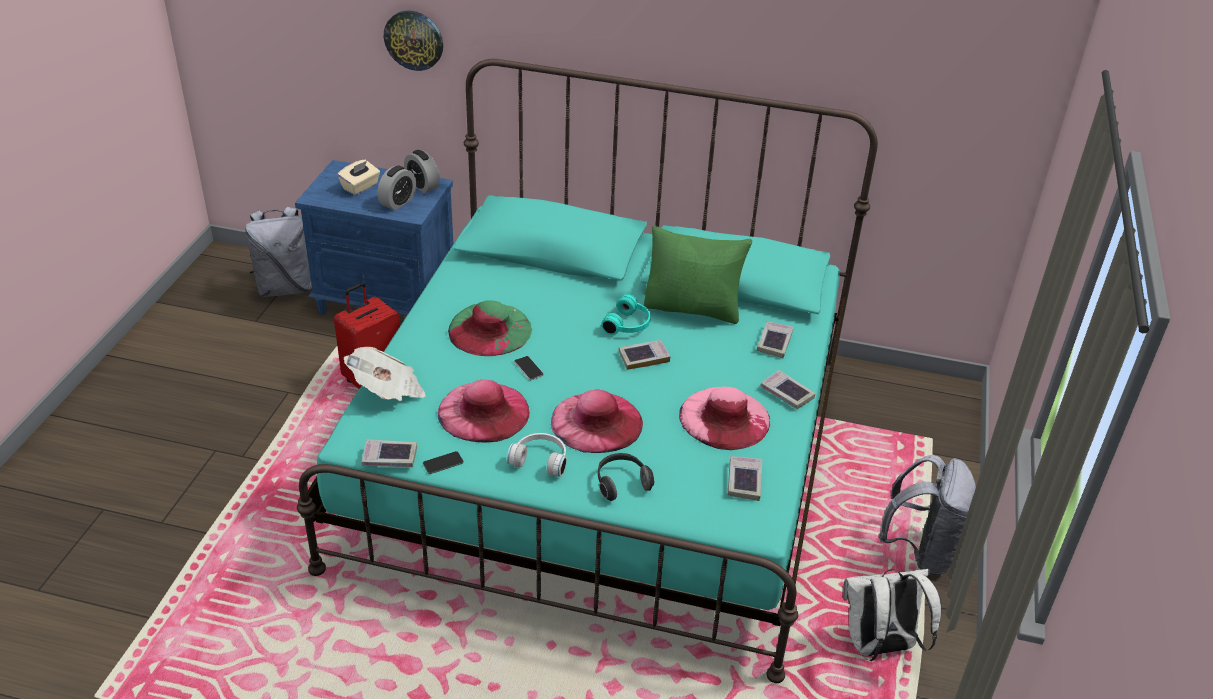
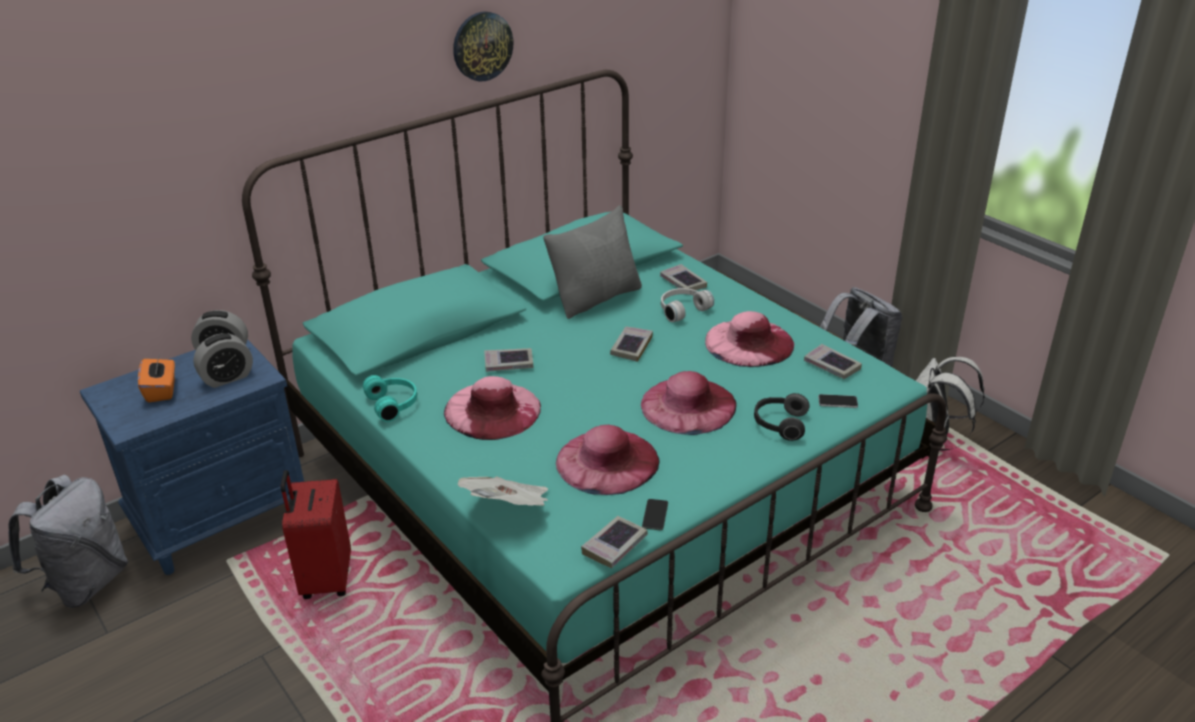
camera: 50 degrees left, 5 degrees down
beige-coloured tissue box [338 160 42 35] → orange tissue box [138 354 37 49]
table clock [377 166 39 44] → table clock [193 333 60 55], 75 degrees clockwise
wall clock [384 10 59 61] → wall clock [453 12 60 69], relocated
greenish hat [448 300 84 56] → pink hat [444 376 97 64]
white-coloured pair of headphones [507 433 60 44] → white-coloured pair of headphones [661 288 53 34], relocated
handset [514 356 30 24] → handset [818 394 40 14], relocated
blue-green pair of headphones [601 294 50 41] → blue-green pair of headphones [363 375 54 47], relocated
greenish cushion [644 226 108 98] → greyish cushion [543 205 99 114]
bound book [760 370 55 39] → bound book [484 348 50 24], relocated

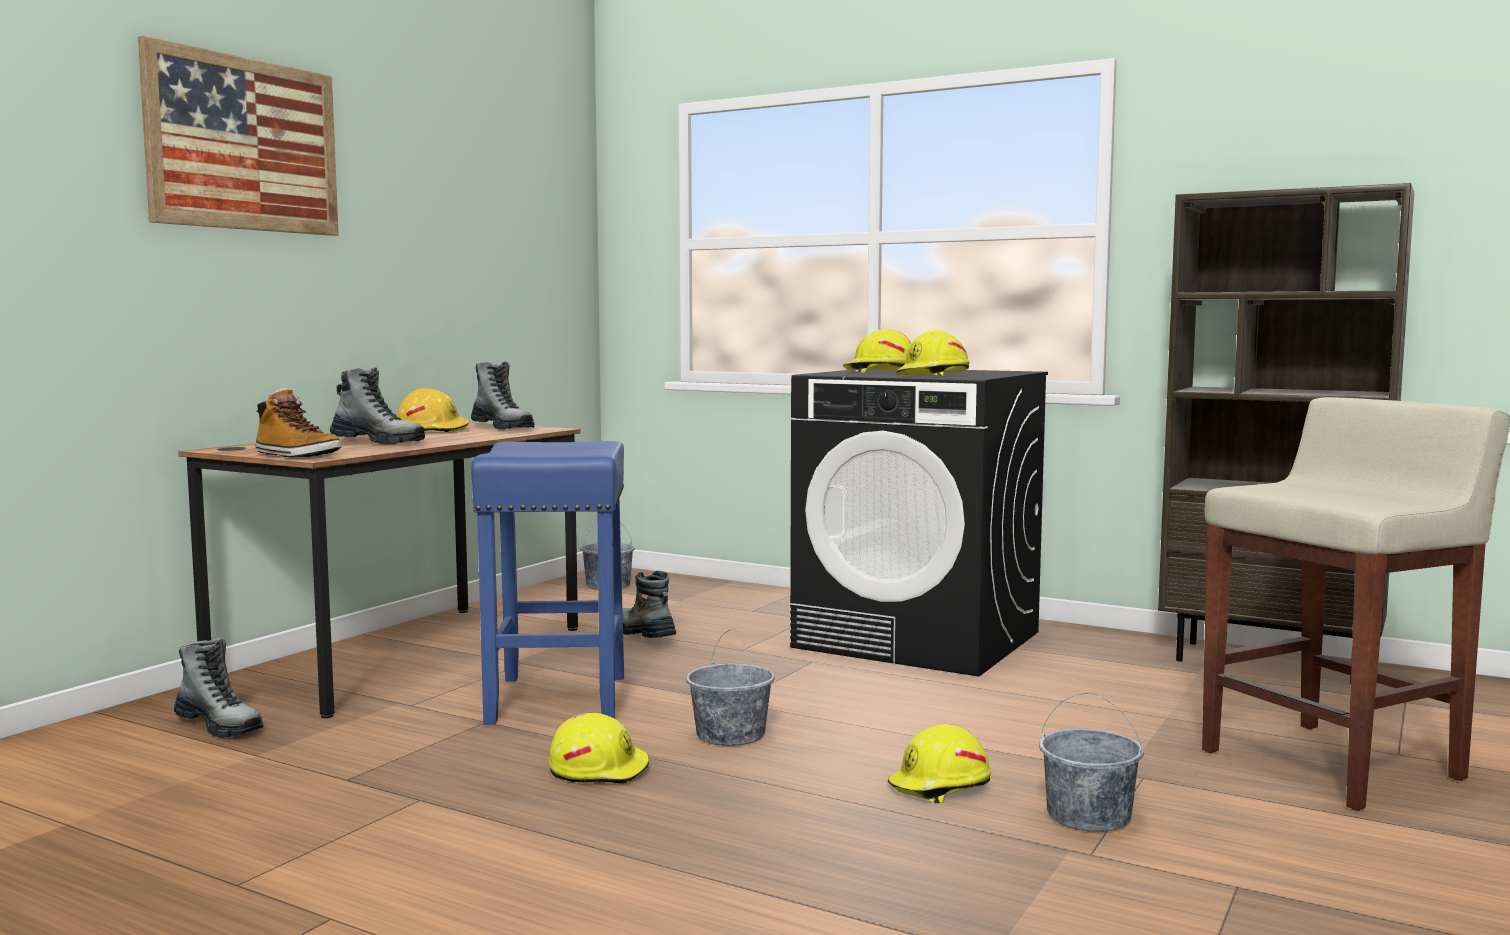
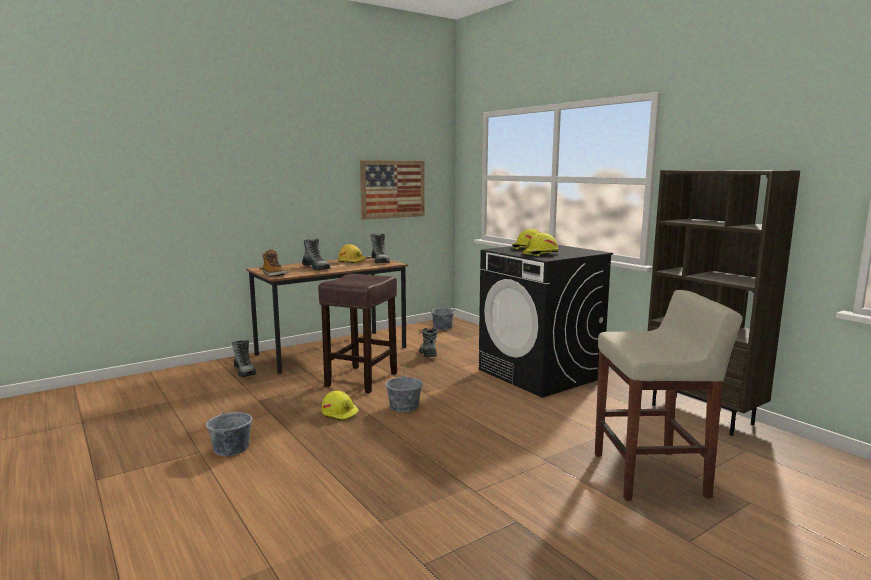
camera: 25 degrees right, 5 degrees up
wall art [138 36 201 200] → wall art [360 160 65 60], relocated
bluish stool seat [471 441 153 283] → brown stool seat [318 273 79 120]
yellow-coloured safety helmet [888 724 103 80] → -
greyish pail [1039 693 105 139] → greyish pail [206 399 46 57], relocated

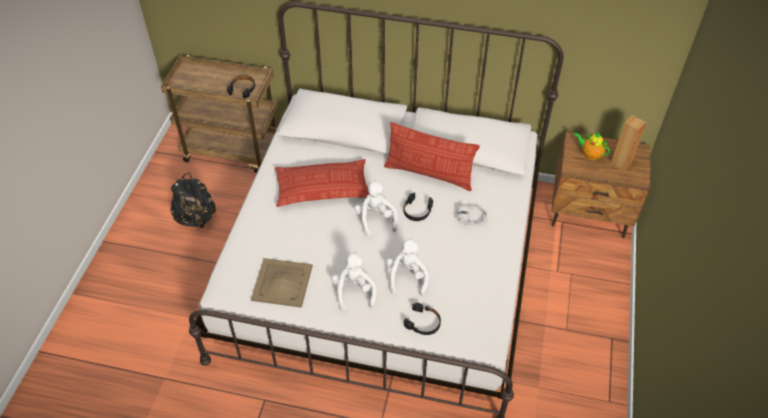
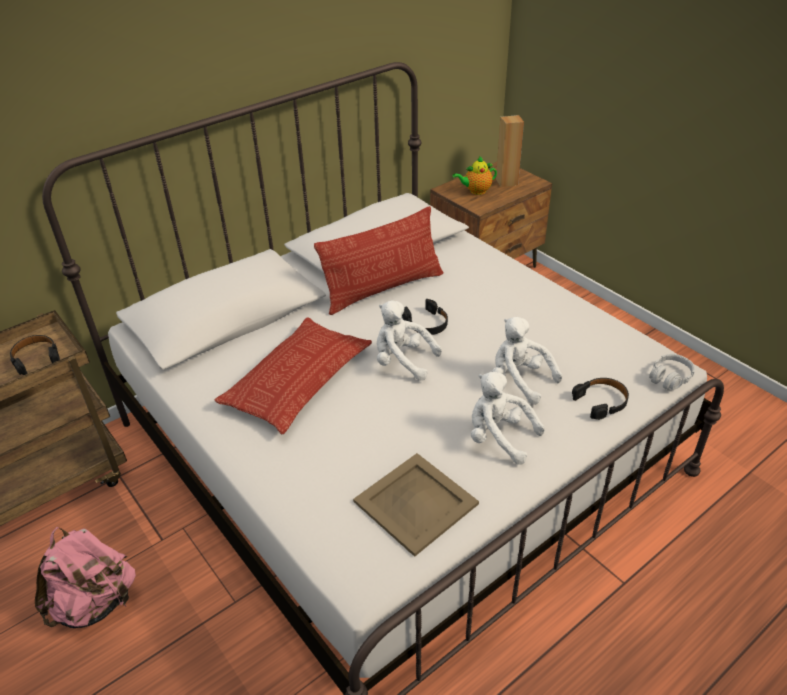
camera: 50 degrees left, 10 degrees down
blackish knapsack [170 173 46 56] → pink knapsack [35 527 101 101]
greyish pair of headphones [457 206 31 20] → greyish pair of headphones [649 354 46 37], relocated

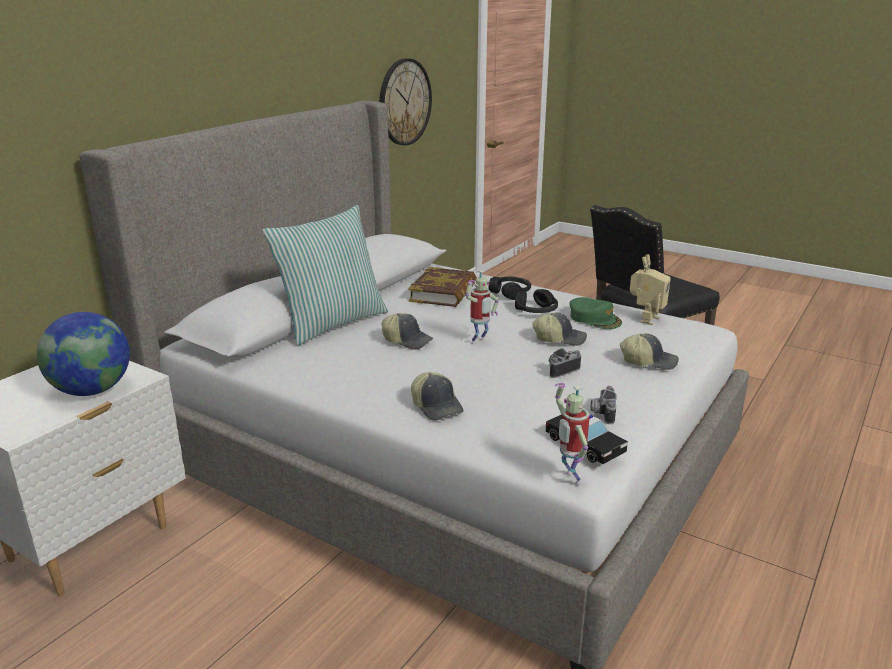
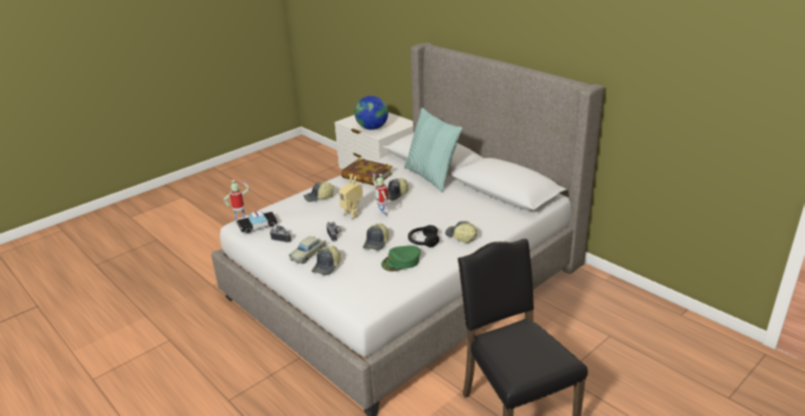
camera: 105 degrees right, 5 degrees up
wall clock [379 58 53 87] → -
bound book [408 267 69 40] → bound book [341 158 52 28], relocated
blackish pair of headphones [489 277 42 23] → baseball cap [445 221 32 22]
robot figure [630 254 41 71] → robot figure [339 174 24 45], relocated
- → beige-coloured model car [289 236 37 28]

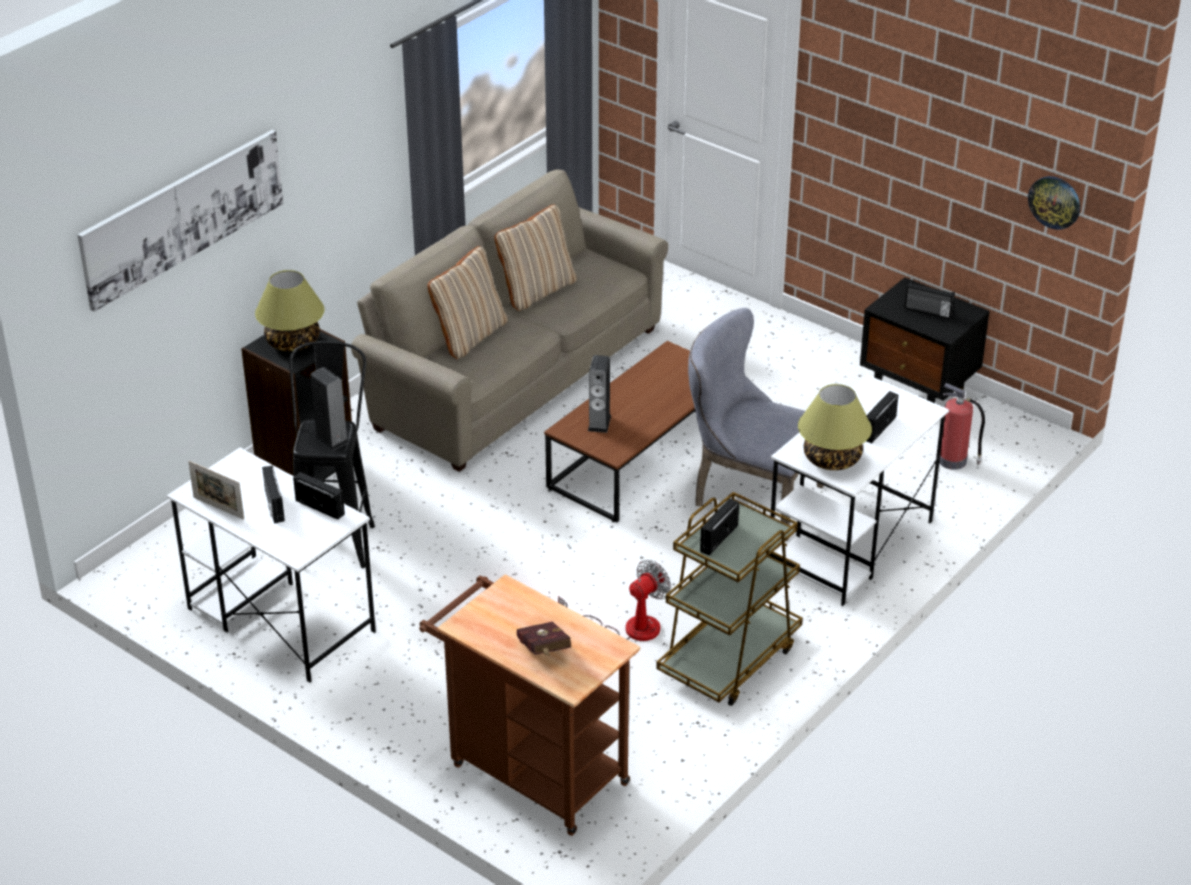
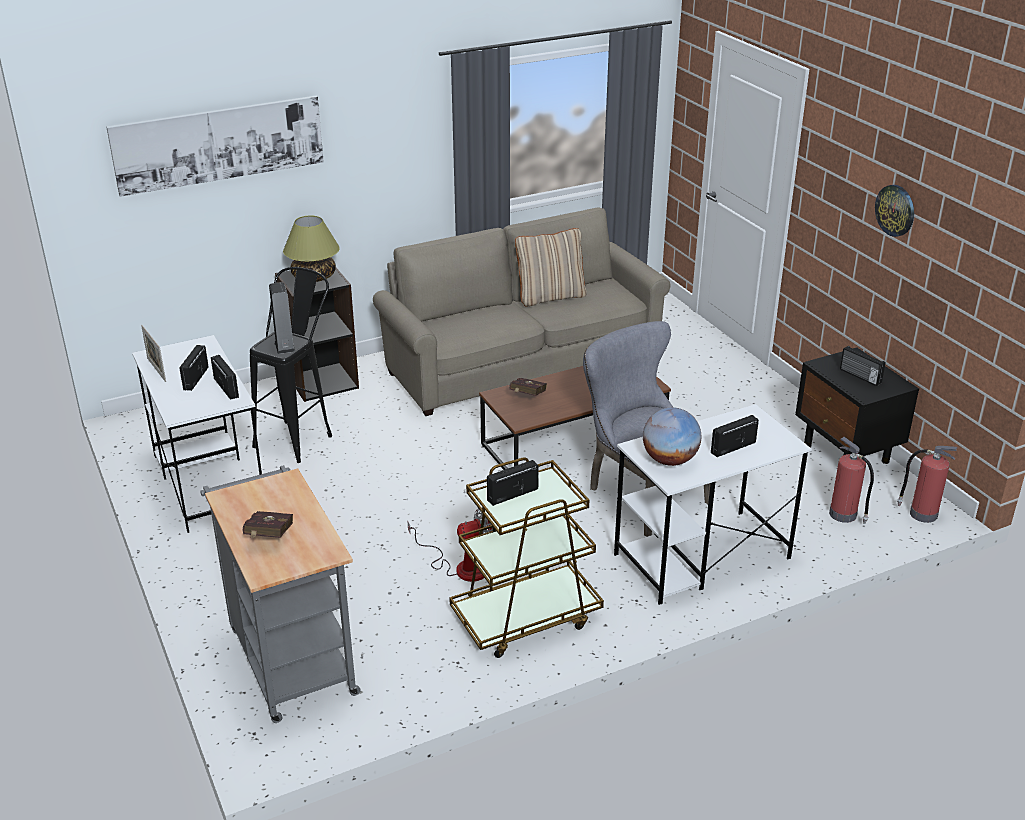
camera: 25 degrees right, 5 degrees down
brown cart [419 575 221 261] → greyish cart [200 465 161 258]
beige-coloured cushion [428 246 80 113] → -
audio speaker [588 355 23 78] → red-coloured bound book [509 378 38 18]
tabletop lamp [798 384 74 86] → desk globe [643 407 58 59]
wall clock [1028 176 52 54] → wall clock [875 185 39 52], relocated
- → fire extinguisher [897 446 60 77]

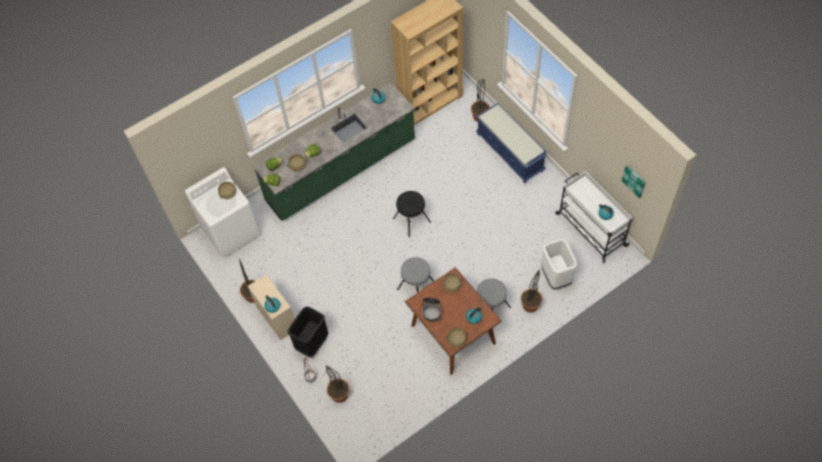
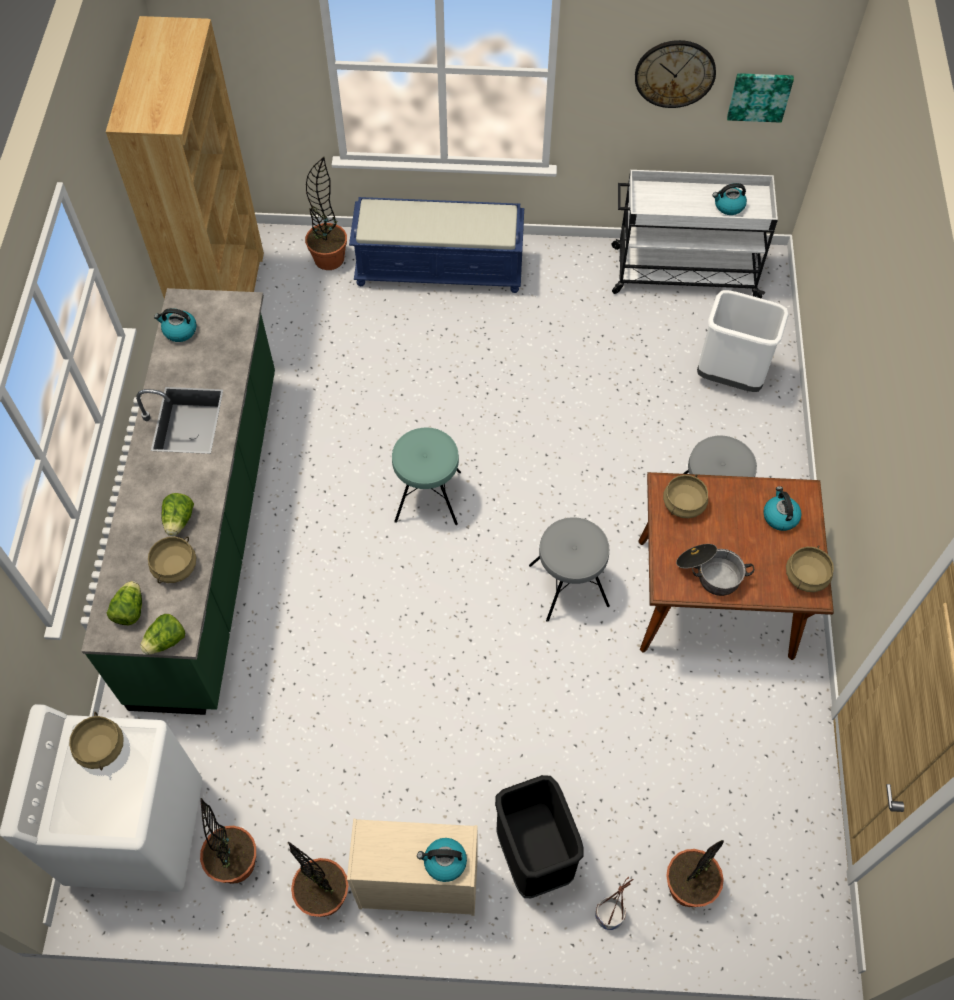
camera: 55 degrees left, 0 degrees up
blackish stool seat [393 191 38 46] → blue-green stool seat [392 427 69 98]
potted plant [521 269 21 44] → potted plant [200 798 56 86], relocated
- → wall clock [635 40 81 68]

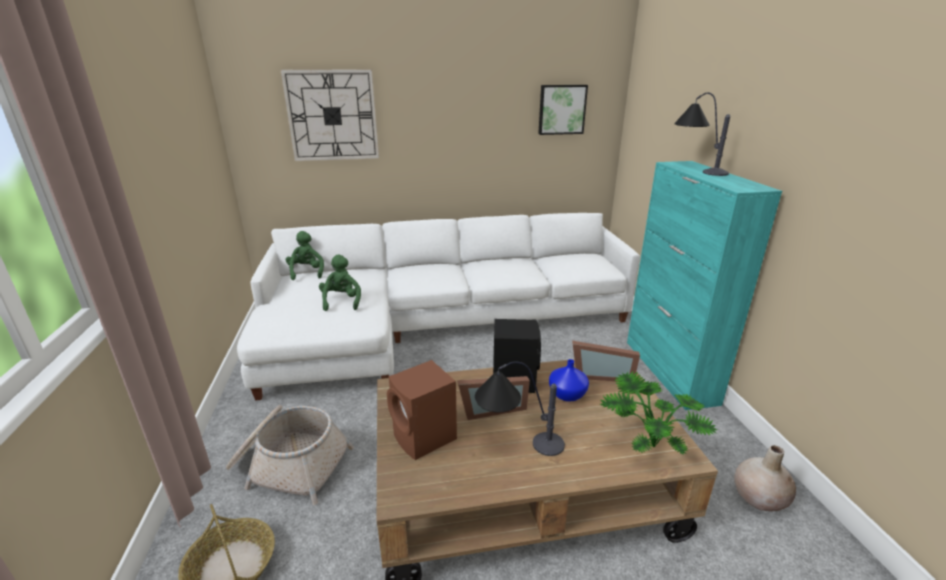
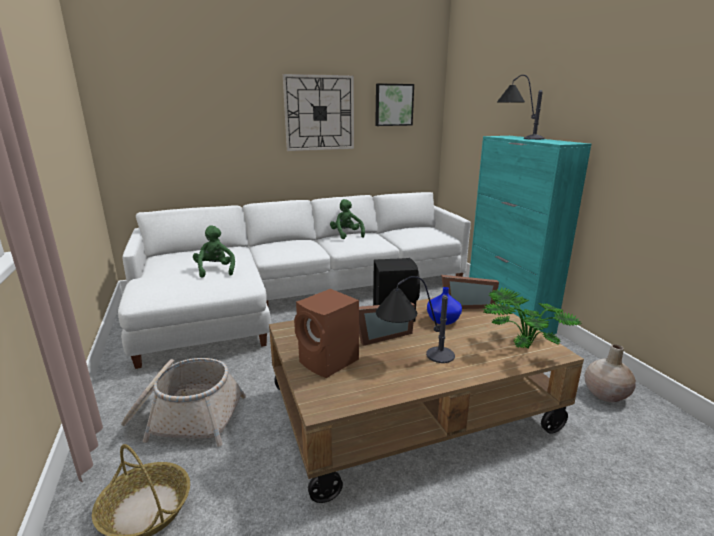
camera: 10 degrees left, 5 degrees down
wall clock [281 69 98 92] → wall clock [283 74 71 77], relocated
greenish soft toy [286 231 38 49] → greenish soft toy [330 199 35 40], relocated

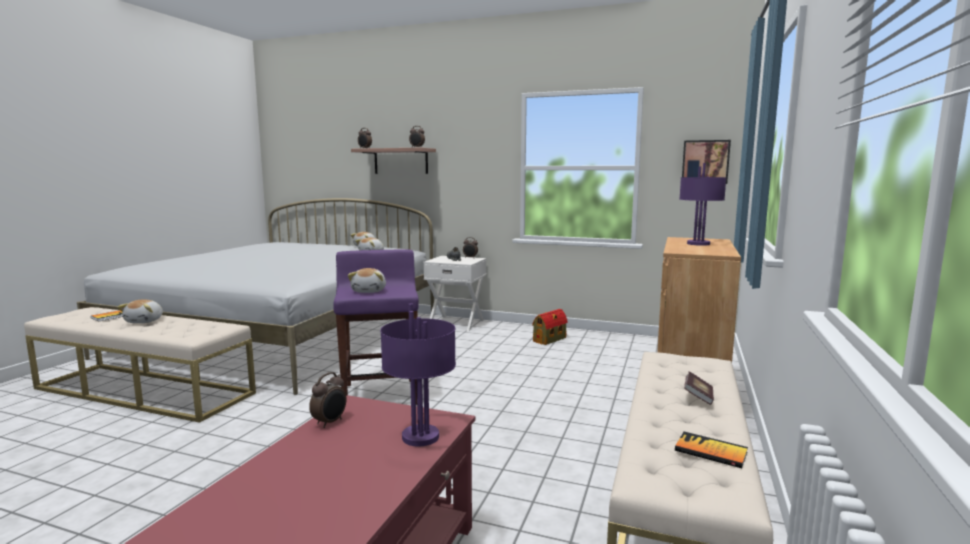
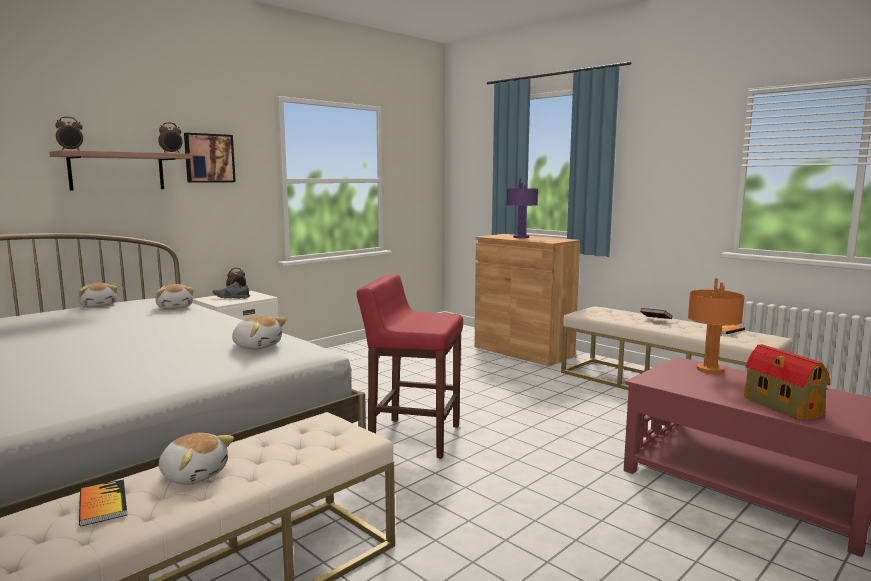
camera: 65 degrees left, 0 degrees up
table clock [309 372 38 56] → -
purplish stool seat [333 250 86 155] → red-coloured stool seat [356 274 107 185]
soft toy [348 268 38 25] → soft toy [232 315 55 34], relocated
purplish tabletop lamp [380 303 76 144] → orange tabletop lamp [688 278 57 96]
miniature house [532 309 36 36] → miniature house [744 344 86 76], relocated
wall art [682 140 49 44] → wall art [184 133 52 50], relocated

